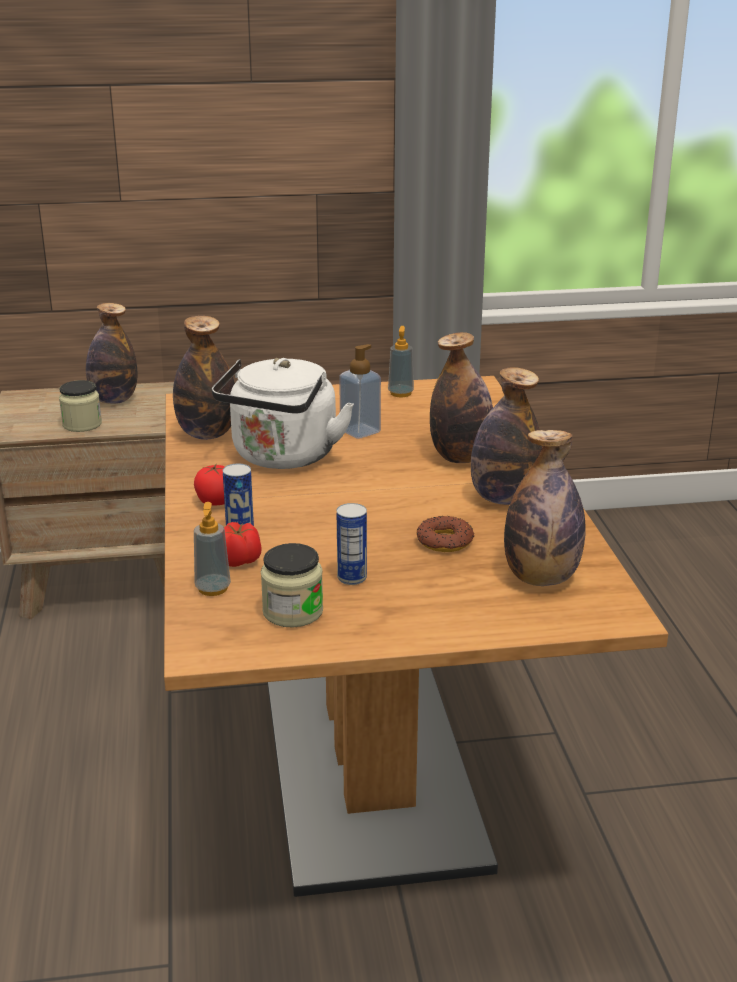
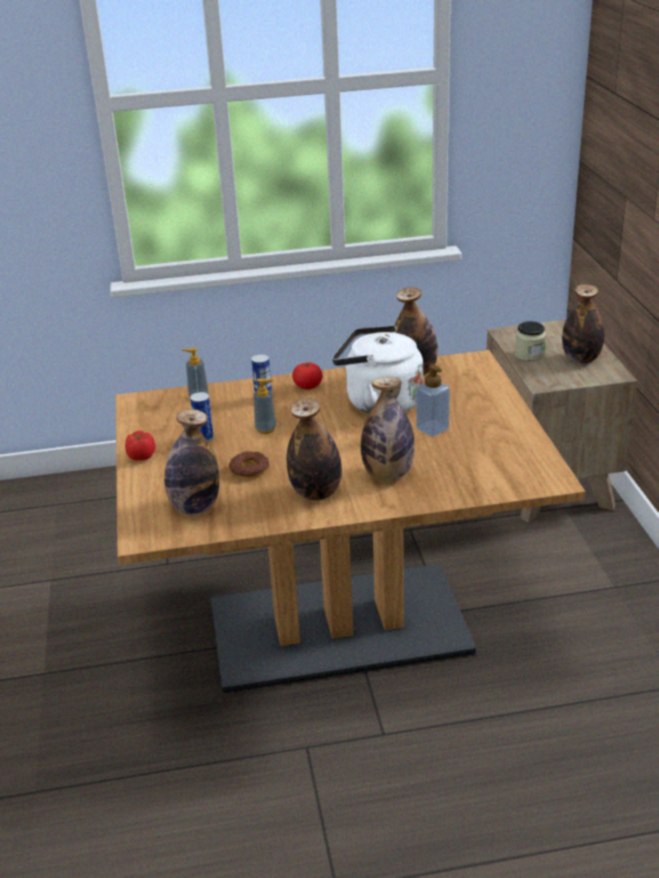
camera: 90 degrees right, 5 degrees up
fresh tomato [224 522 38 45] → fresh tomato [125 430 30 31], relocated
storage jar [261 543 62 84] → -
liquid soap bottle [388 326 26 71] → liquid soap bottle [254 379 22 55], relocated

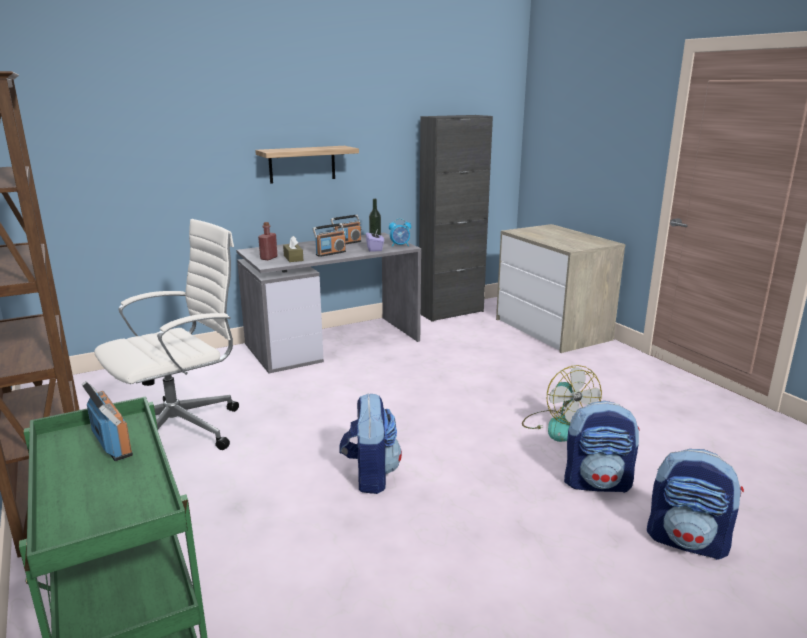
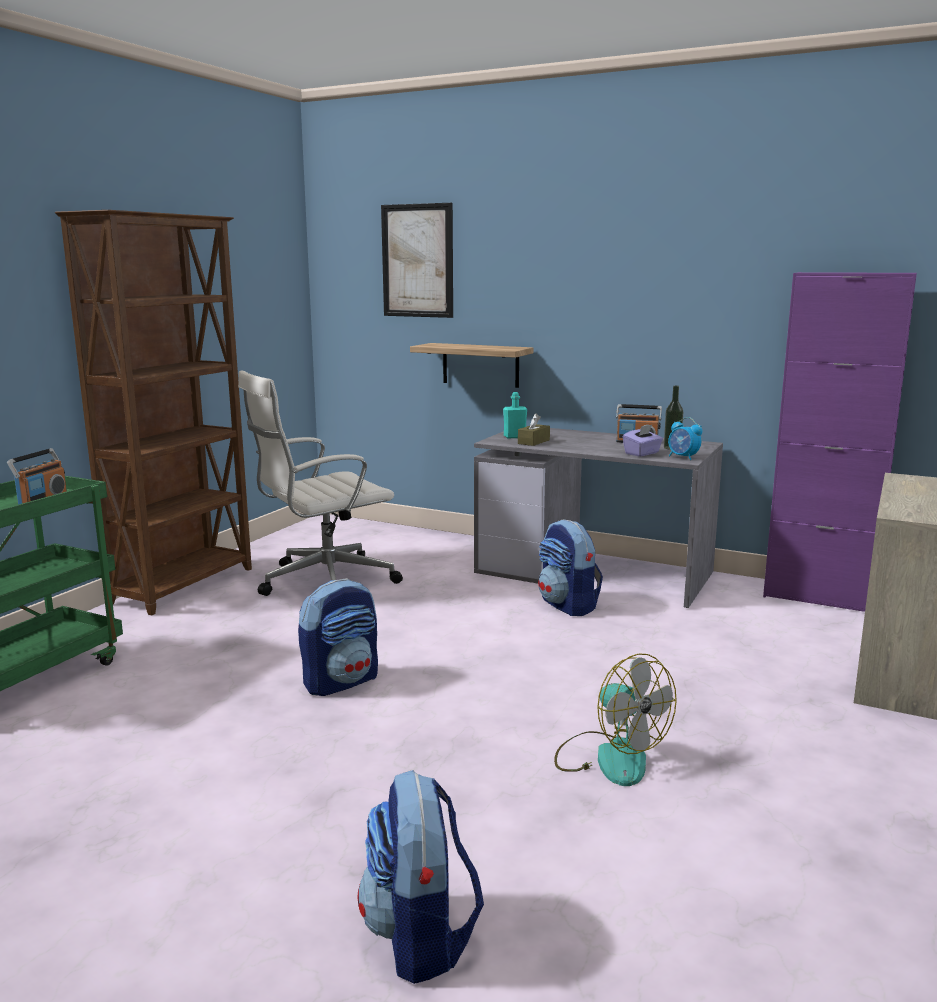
camera: 55 degrees right, 5 degrees down
white-coloured office chair [94 219 145 231] → white-coloured office chair [238 370 165 226], 135 degrees clockwise
shelf [255 146 104 38] → shelf [410 343 123 45], relocated
red-coloured bottle [258 222 19 38] → blue-green bottle [503 392 24 47]
radio [312 223 34 34] → -
blackish cupboard [419 115 74 207] → purplish cupboard [763 272 154 340]
electric fan [522 365 80 77] → electric fan [554 653 123 133], 75 degrees counterclockwise
knapsack [564 401 76 92] → knapsack [538 520 65 96], relocated
- → wall art [381 203 72 115]

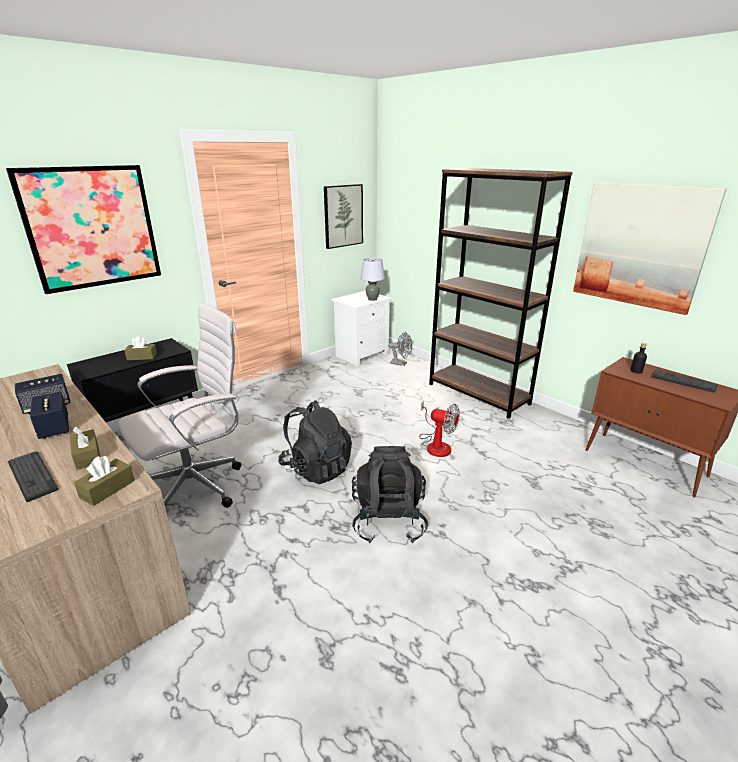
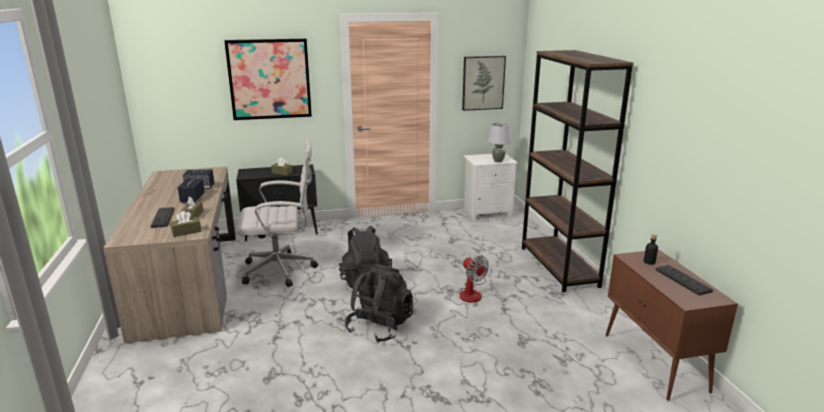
camera: 30 degrees right, 5 degrees down
greyish electric fan [388 332 24 34] → -
wall art [573 182 154 133] → -

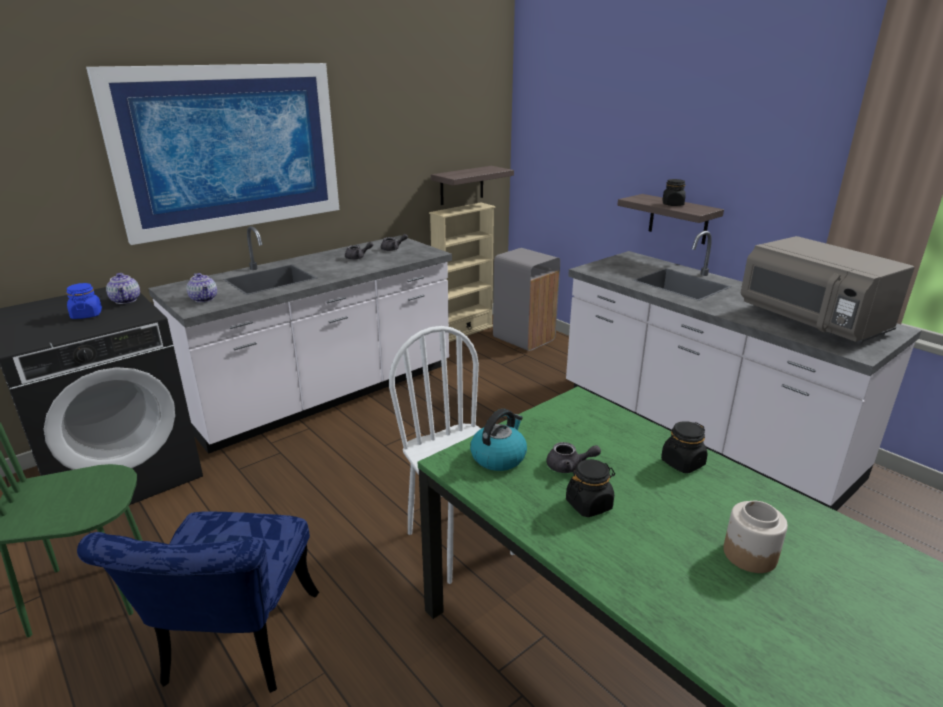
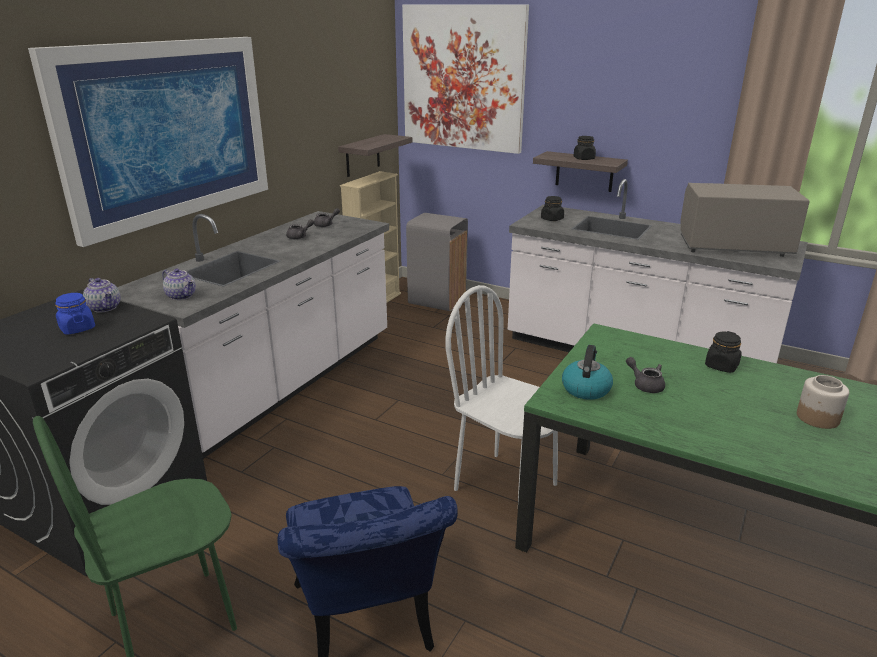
camera: 20 degrees left, 0 degrees up
greyish pot for tea [547 442 54 31] → greyish pot for tea [626 357 39 36], 120 degrees counterclockwise
blackish storage jar [566 459 49 58] → blackish storage jar [541 196 23 25], relocated
greyish kitchen microwave [741 236 174 108] → greyish kitchen microwave [680 183 130 74], 150 degrees clockwise
- → wall art [402 5 127 149]

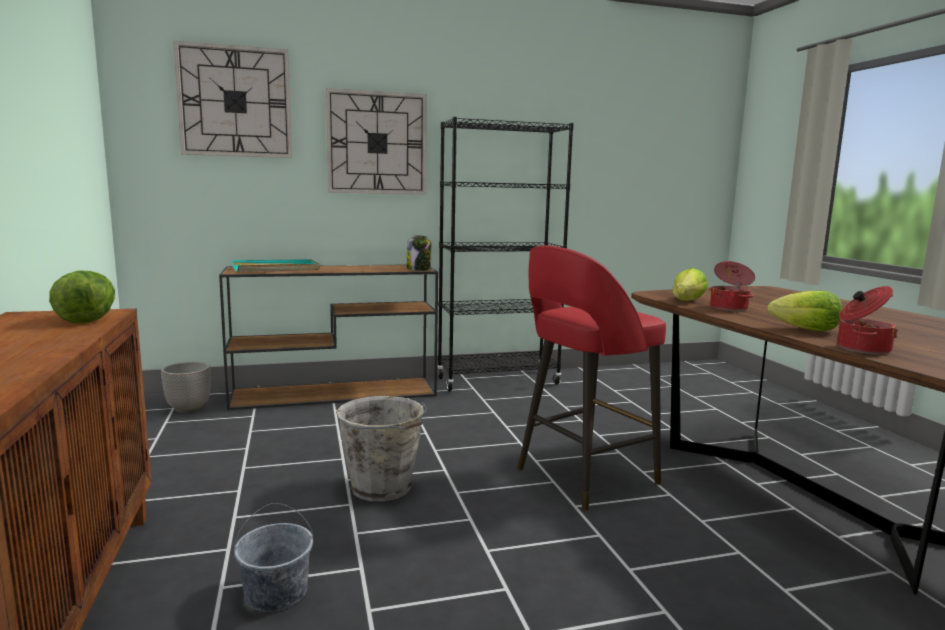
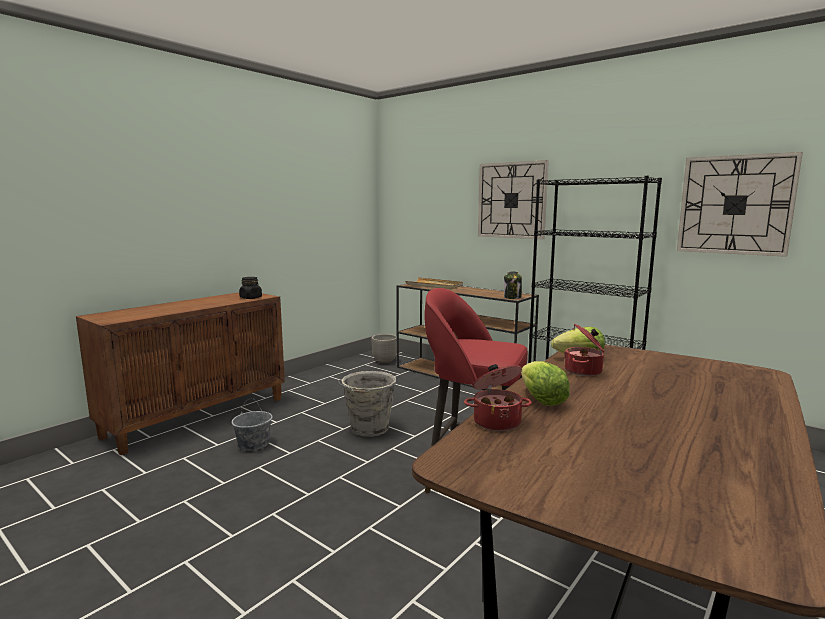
camera: 55 degrees right, 0 degrees up
lettuce head [49 270 66 54] → blackish storage jar [239 277 23 22]
wall clock [173 41 119 117] → wall clock [677 152 126 105], relocated
blue-green carrying tray [232 259 88 13] → beige-coloured carrying tray [405 278 58 12]

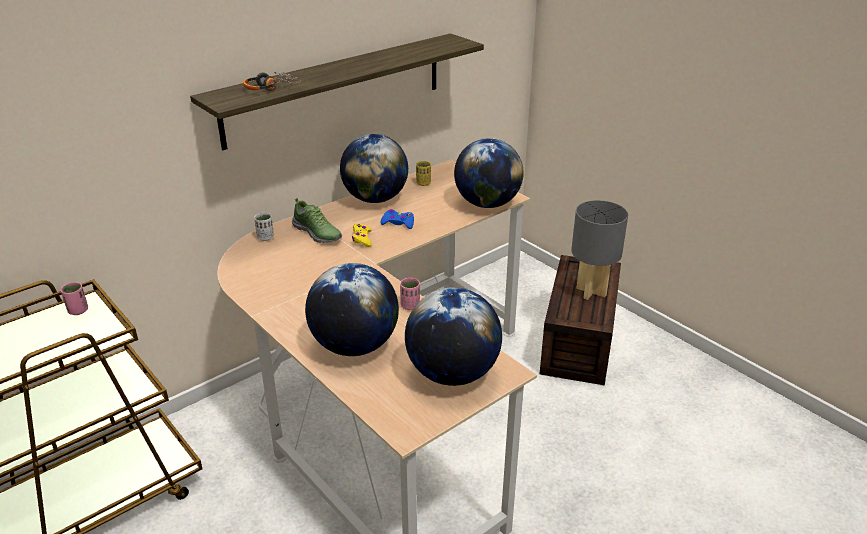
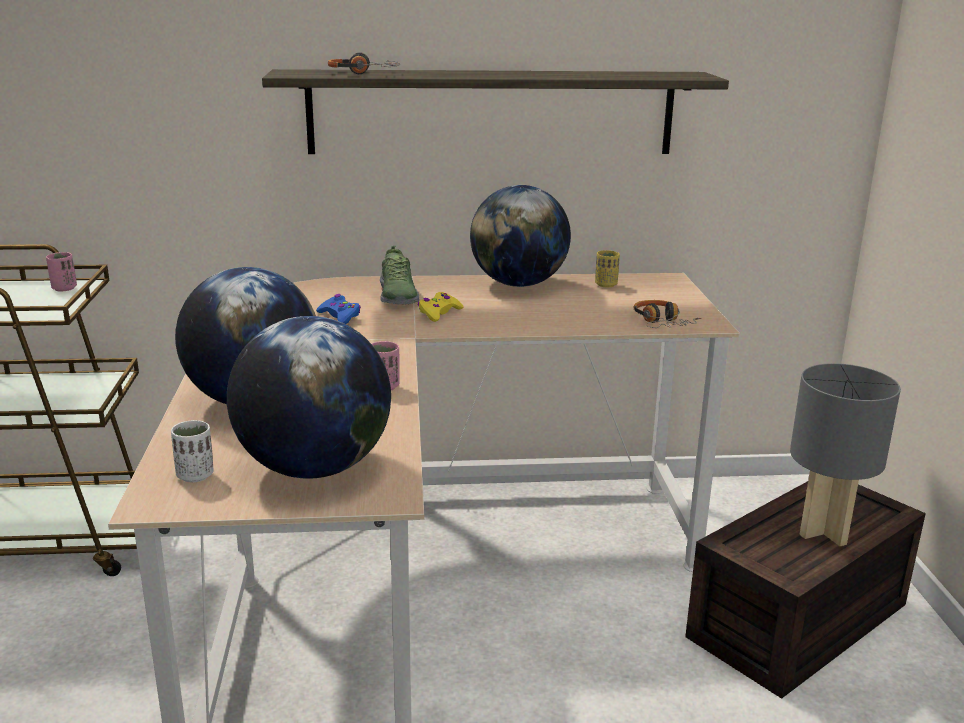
camera: 35 degrees right, 10 degrees down
white-coloured small cup [254 213 20 28] → white-coloured small cup [171 420 42 62], relocated
bluish gamepad [380 209 34 20] → bluish gamepad [316 294 45 30], relocated
desk globe [454 138 70 70] → pair of headphones [633 300 69 28]

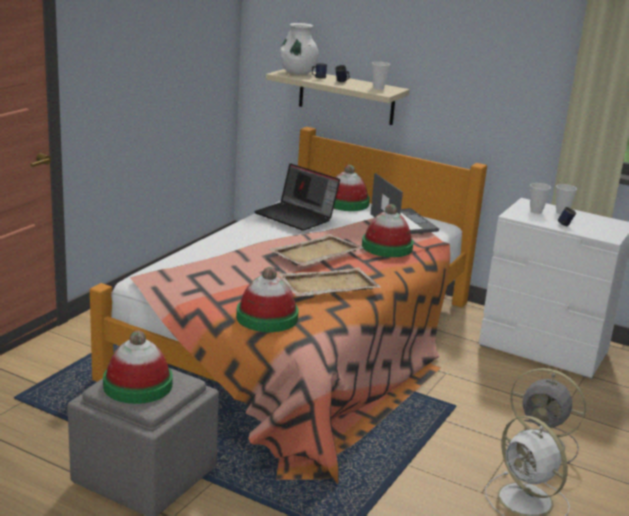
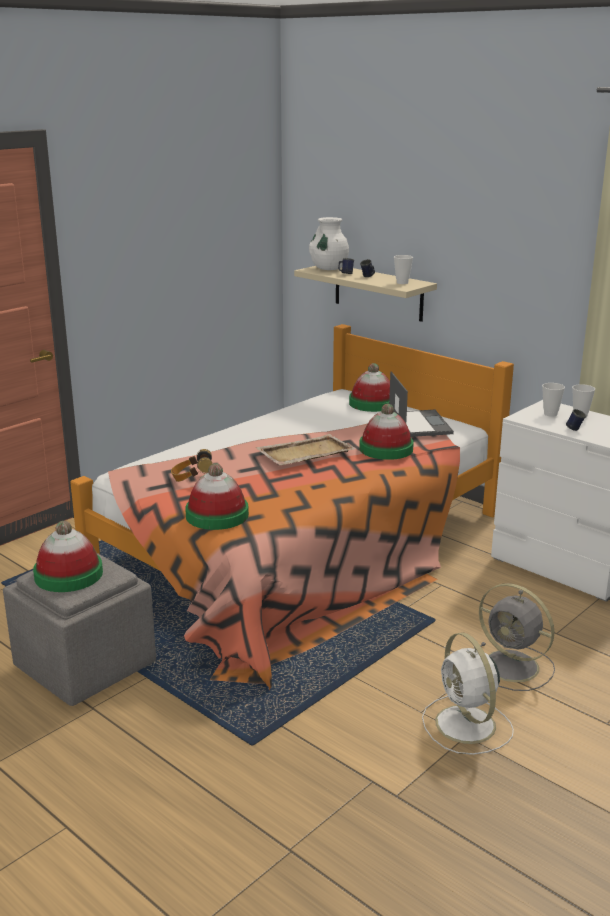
camera: 15 degrees right, 0 degrees up
notebook computer [254 163 86 68] → -
beige-coloured carrying tray [278 267 103 29] → -
- → pair of headphones [171 449 41 33]

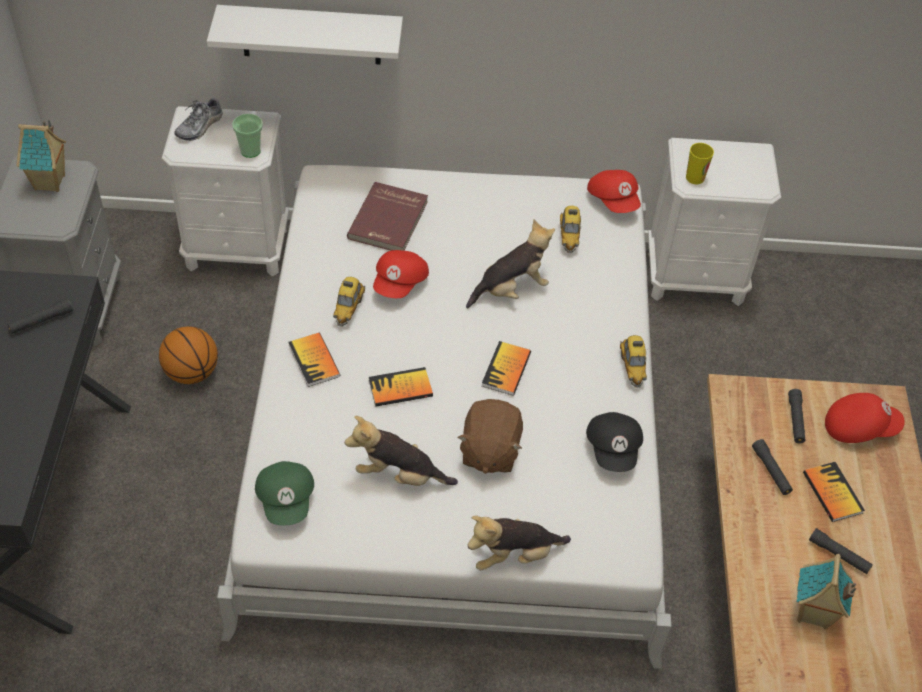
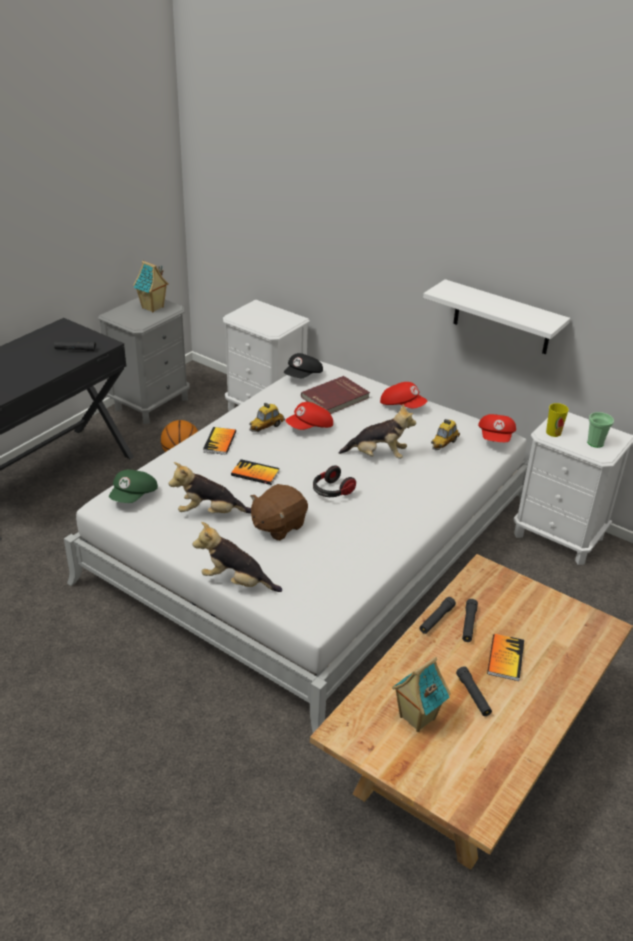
camera: 35 degrees right, 15 degrees down
item of footwear [174 98 49 43] → -
white-coloured shelf [207 5 196 60] → white-coloured shelf [423 279 147 75], relocated
small cup [232 114 31 44] → small cup [587 412 27 36], relocated
soft toy [345 416 113 70] → soft toy [169 462 82 51], 45 degrees counterclockwise
bound book [482 341 49 55] → pair of headphones [313 465 43 32]
blackish baseball cap [586 412 57 60] → blackish baseball cap [284 353 39 25], relocated
model car [620 335 27 52] → -
blackish flashlight [788 389 17 54] → blackish flashlight [420 597 36 37], relocated
red-coloured baseball cap [825 393 80 50] → red-coloured baseball cap [380 382 47 27], relocated

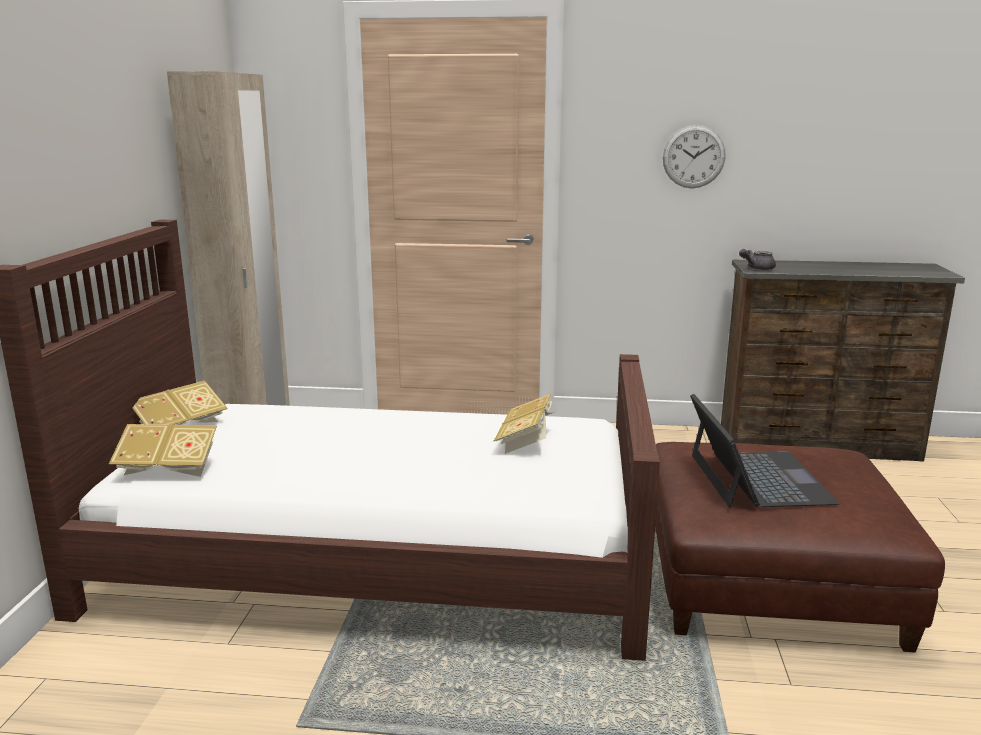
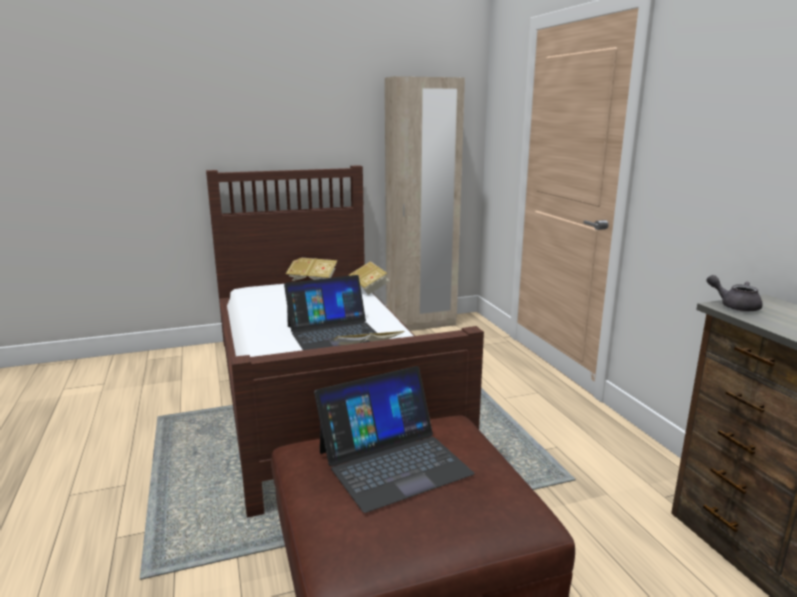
camera: 65 degrees right, 0 degrees up
bound book [109 424 108 53] → bound book [349 261 40 34], relocated
wall clock [663 125 63 63] → -
- → notebook computer [284 275 93 75]

